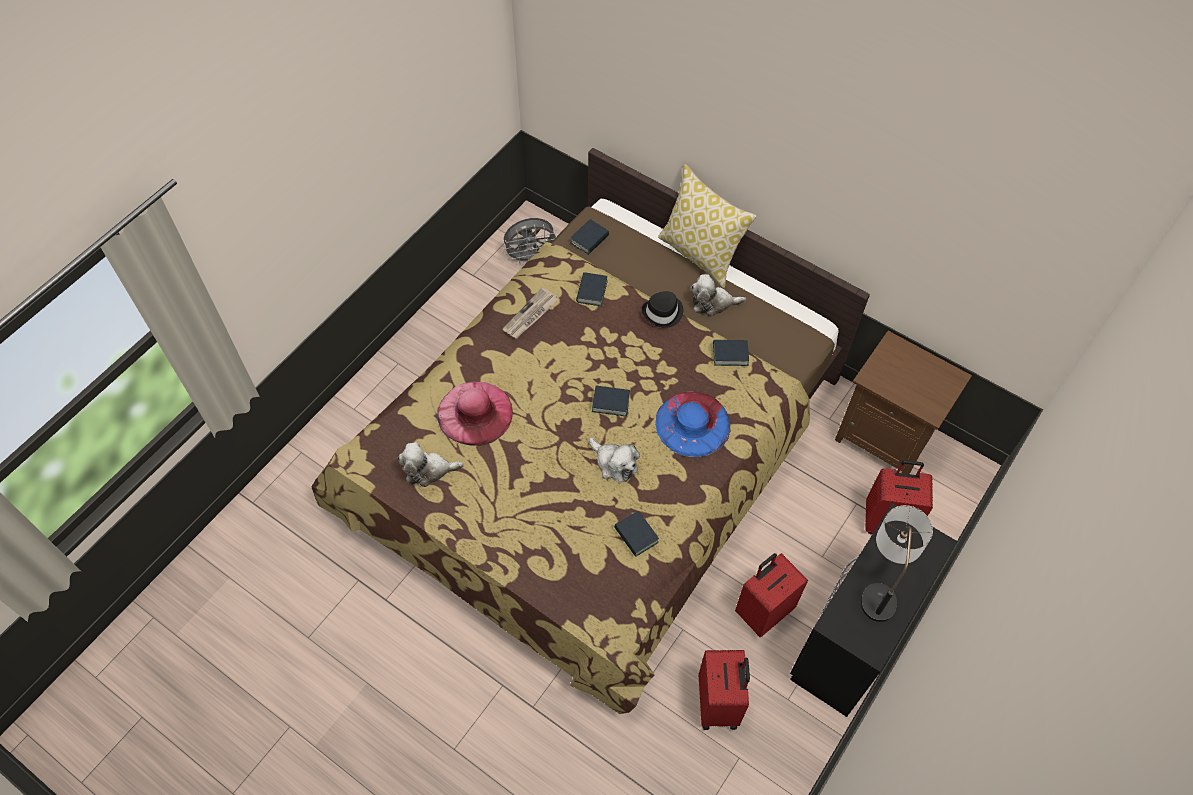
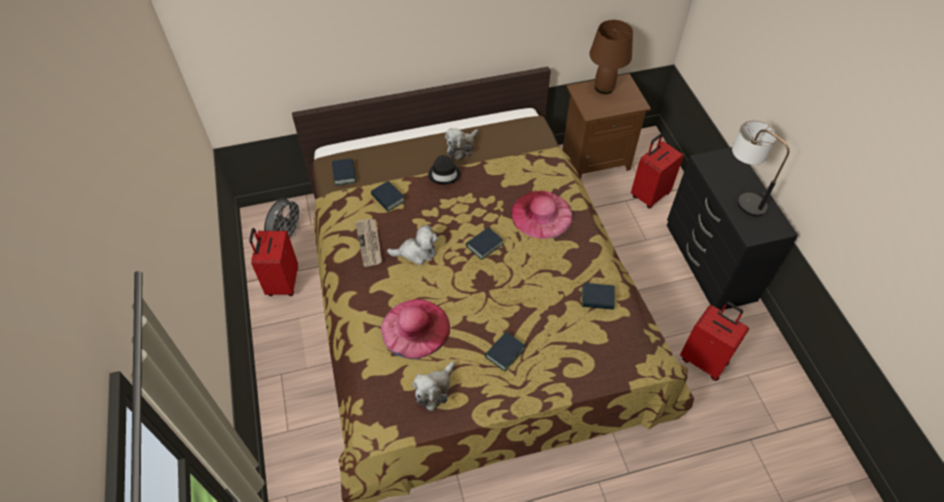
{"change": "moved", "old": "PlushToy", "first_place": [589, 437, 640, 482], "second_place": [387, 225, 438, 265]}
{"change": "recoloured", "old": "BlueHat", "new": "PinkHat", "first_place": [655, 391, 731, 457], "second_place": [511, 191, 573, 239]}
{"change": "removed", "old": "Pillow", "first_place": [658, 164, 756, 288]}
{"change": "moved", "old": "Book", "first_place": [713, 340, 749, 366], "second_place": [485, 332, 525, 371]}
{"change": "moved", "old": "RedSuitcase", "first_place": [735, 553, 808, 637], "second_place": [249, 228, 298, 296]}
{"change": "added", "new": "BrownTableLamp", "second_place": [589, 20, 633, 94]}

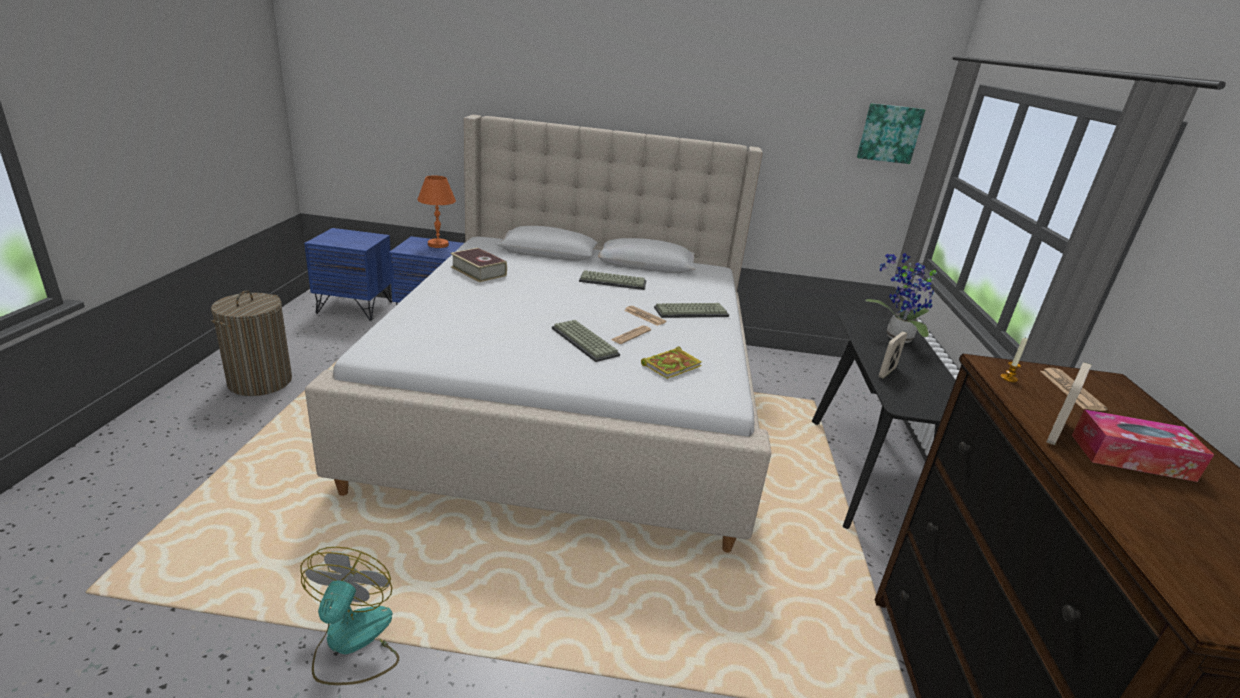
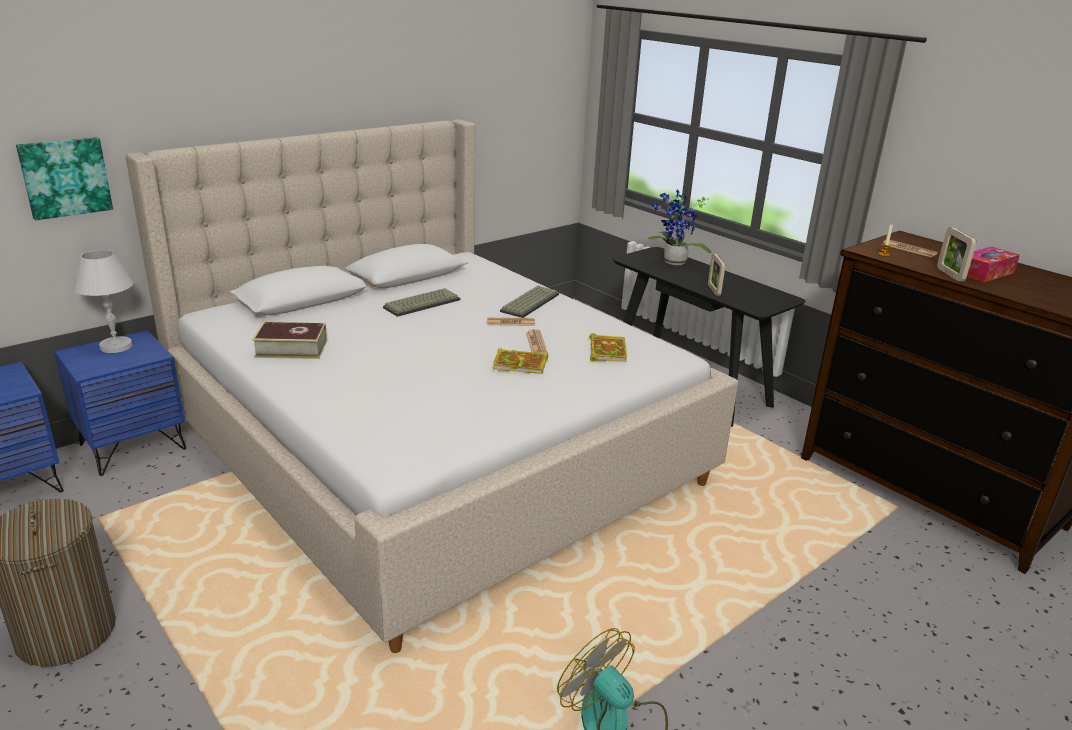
{"change": "recoloured", "old": "OrangeTableLamp", "new": "WhiteTableLamp", "first_place": [417, 175, 456, 248], "second_place": [73, 250, 134, 353]}
{"change": "replaced", "old": "Keyboard", "new": "Book", "first_place": [552, 320, 620, 362], "second_place": [493, 348, 548, 374]}
{"change": "moved", "old": "Picture", "first_place": [857, 103, 925, 164], "second_place": [16, 137, 113, 220]}

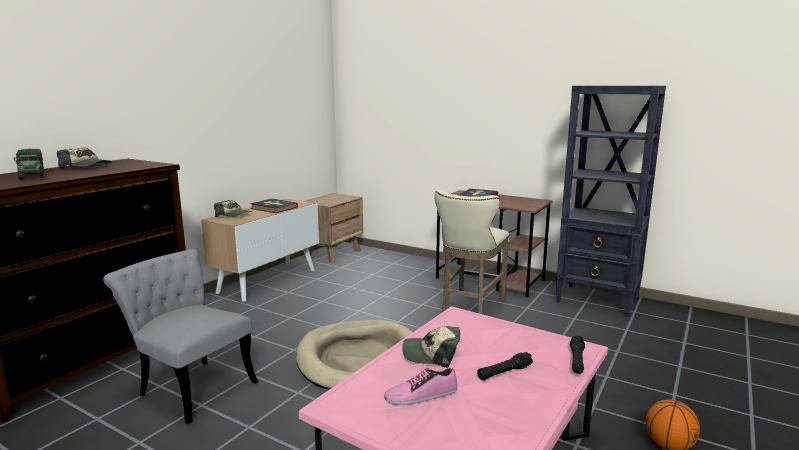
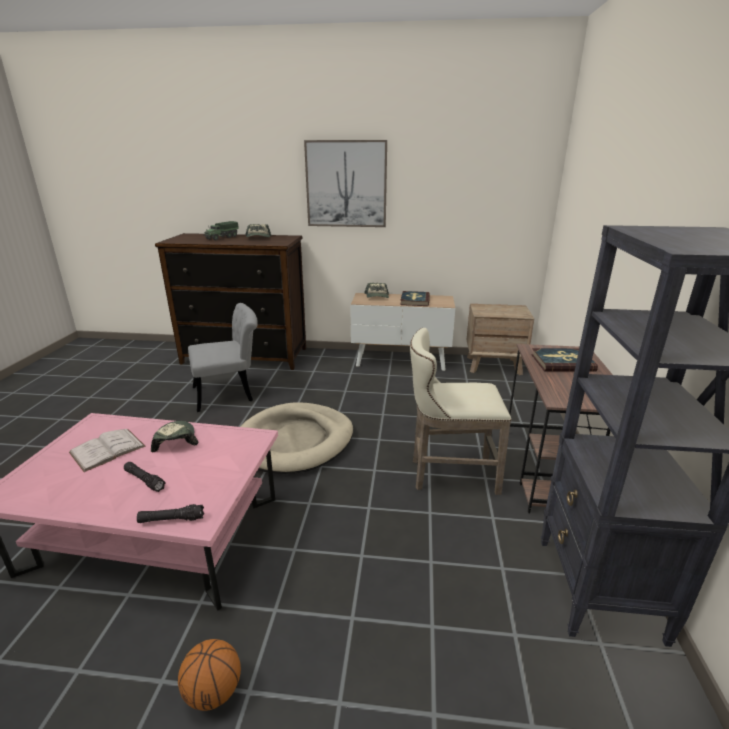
{"change": "turned", "old": "GreyChair", "first_place": [103, 249, 258, 424], "second_place": [188, 303, 258, 412], "degrees": 60}
{"change": "replaced", "old": "Shoe", "new": "WhiteBook", "first_place": [384, 368, 457, 405], "second_place": [69, 429, 146, 472]}
{"change": "added", "new": "Picture", "second_place": [304, 140, 387, 227]}

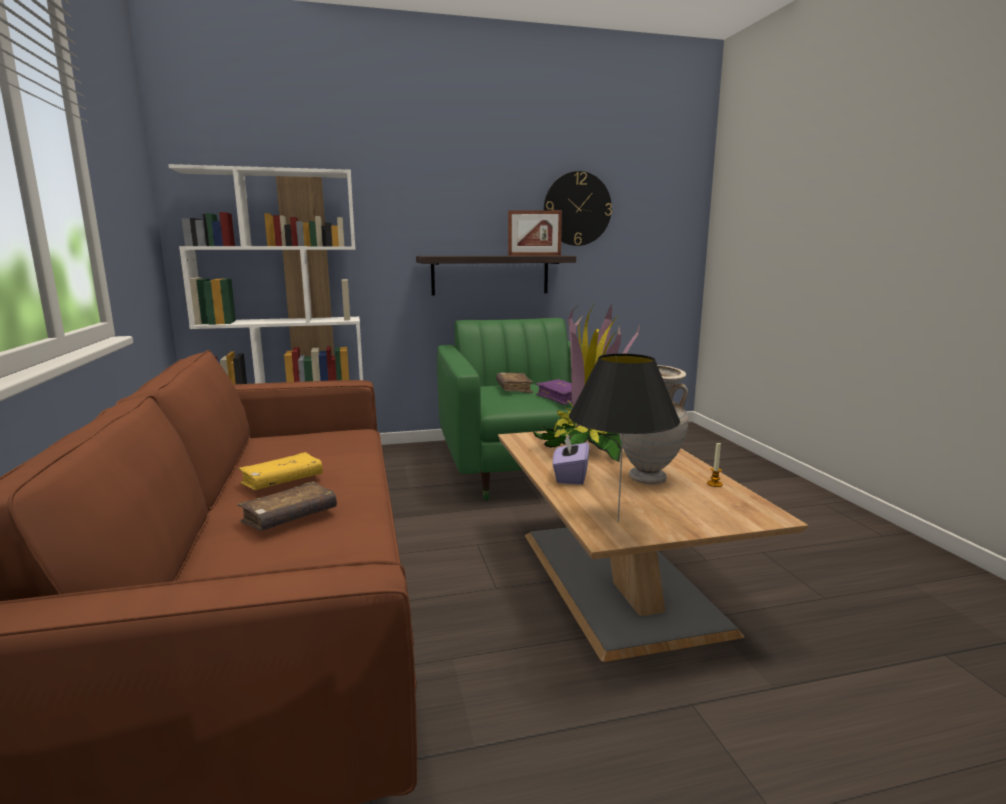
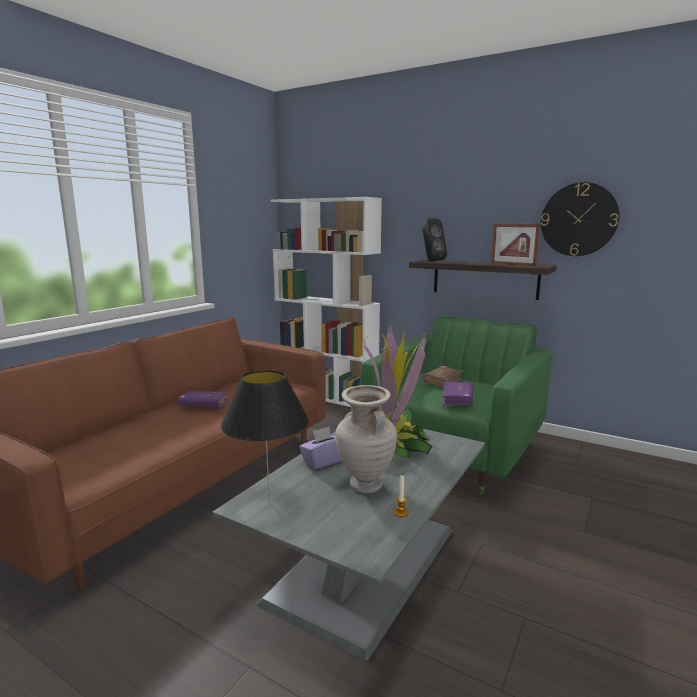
{"change": "removed", "old": "BrownBook", "first_place": [237, 481, 337, 531]}
{"change": "recoloured", "old": "YellowBook", "new": "PurpleBook", "first_place": [238, 452, 323, 490], "second_place": [178, 391, 229, 407]}
{"change": "recoloured", "old": "BrownCoffeeTable", "new": "GreyCoffeeTable", "first_place": [498, 431, 808, 662], "second_place": [212, 428, 485, 661]}
{"change": "added", "new": "BlackSpeaker", "second_place": [422, 218, 447, 262]}

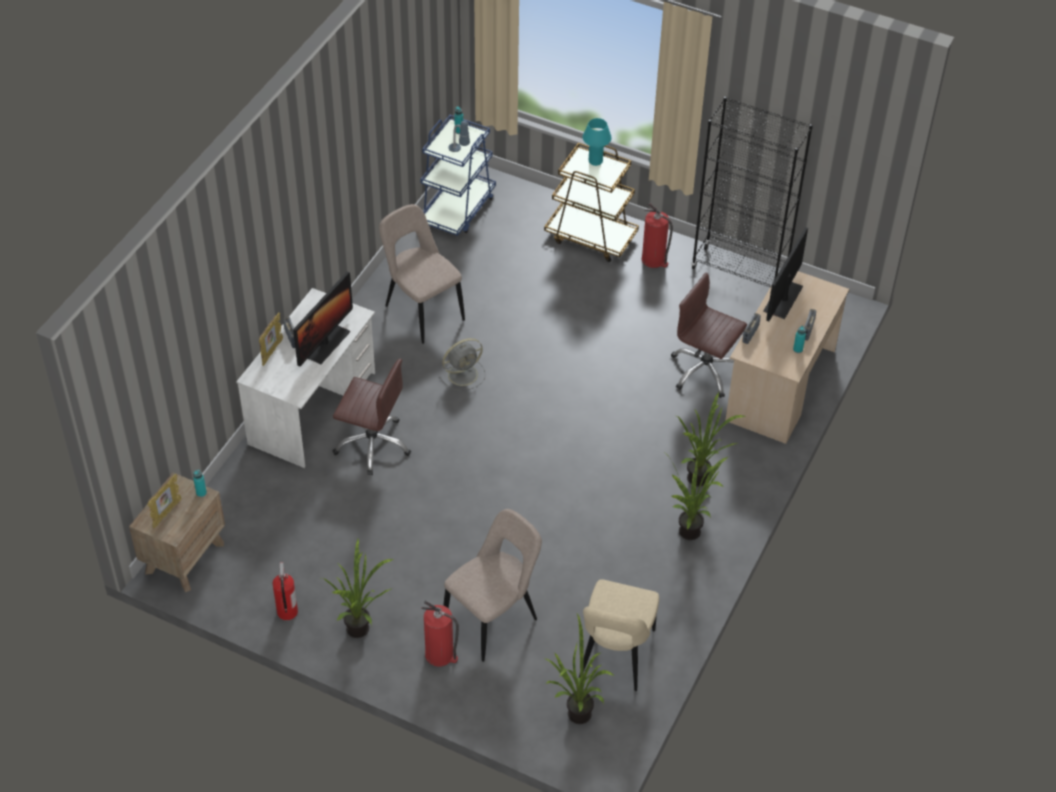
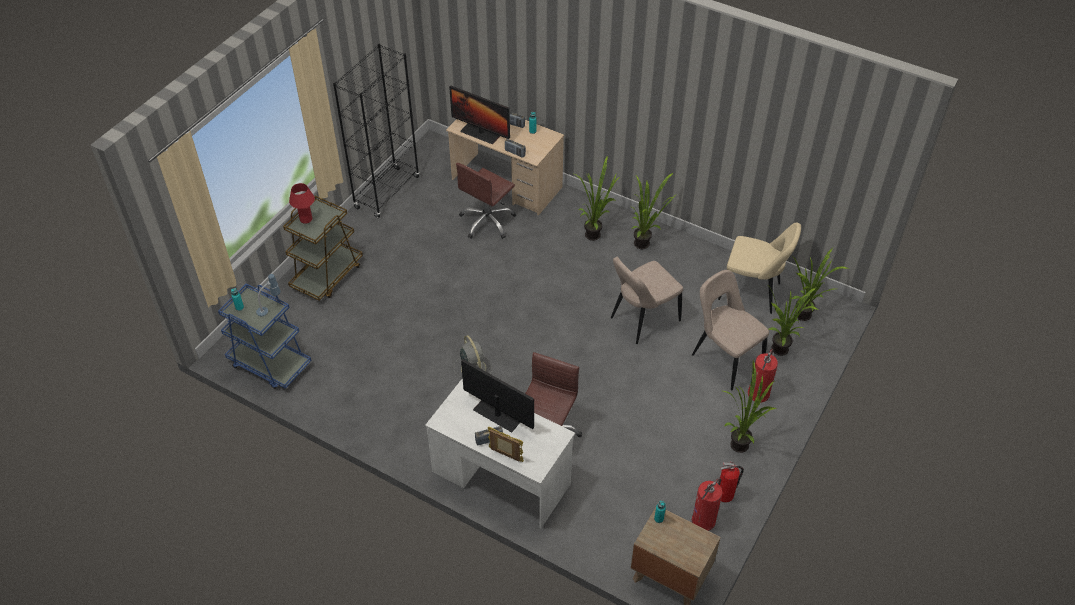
{"change": "removed", "old": "PictureFrame", "first_place": [148, 474, 182, 528]}
{"change": "moved", "old": "BeigeChair", "first_place": [379, 204, 465, 344], "second_place": [611, 257, 683, 344]}
{"change": "recoloured", "old": "TurquoiseTableLamp", "new": "RedTableLamp", "first_place": [583, 118, 612, 166], "second_place": [289, 183, 315, 224]}
{"change": "moved", "old": "FireExtinguisher", "first_place": [642, 203, 673, 268], "second_place": [692, 478, 723, 531]}
{"change": "added", "new": "PottedPlant", "second_place": [766, 284, 818, 356]}

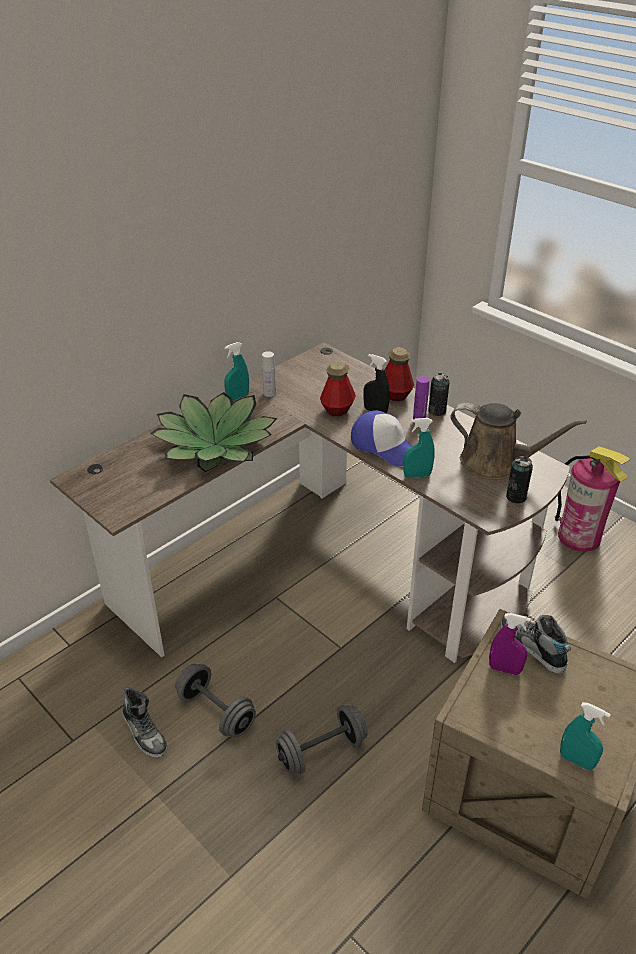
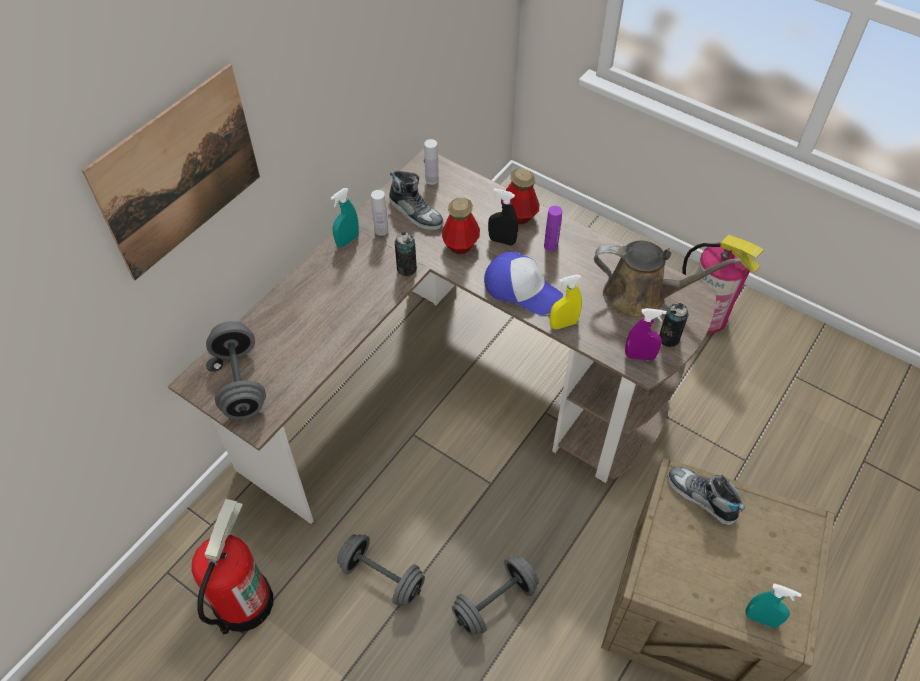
{"change": "moved", "old": "Shoe", "first_place": [123, 687, 167, 758], "second_place": [389, 171, 444, 230]}
{"change": "removed", "old": "PottedPlant", "first_place": [150, 392, 278, 472]}
{"change": "recoloured", "old": "TurquoiseSprayBottle", "new": "YellowSprayBottle", "first_place": [404, 418, 435, 478], "second_place": [550, 275, 582, 329]}
{"change": "moved", "old": "Can", "first_place": [428, 373, 450, 416], "second_place": [395, 232, 417, 276]}
{"change": "moved", "old": "PurpleSprayBottle", "first_place": [489, 613, 531, 675], "second_place": [625, 308, 667, 361]}
{"change": "added", "new": "Picture", "second_place": [82, 64, 260, 280]}
{"change": "added", "new": "FireExtinguisher", "second_place": [191, 499, 273, 634]}
{"change": "added", "new": "GreyDumbbell", "second_place": [206, 321, 266, 419]}
{"change": "added", "new": "WhiteBottle", "second_place": [424, 139, 439, 185]}

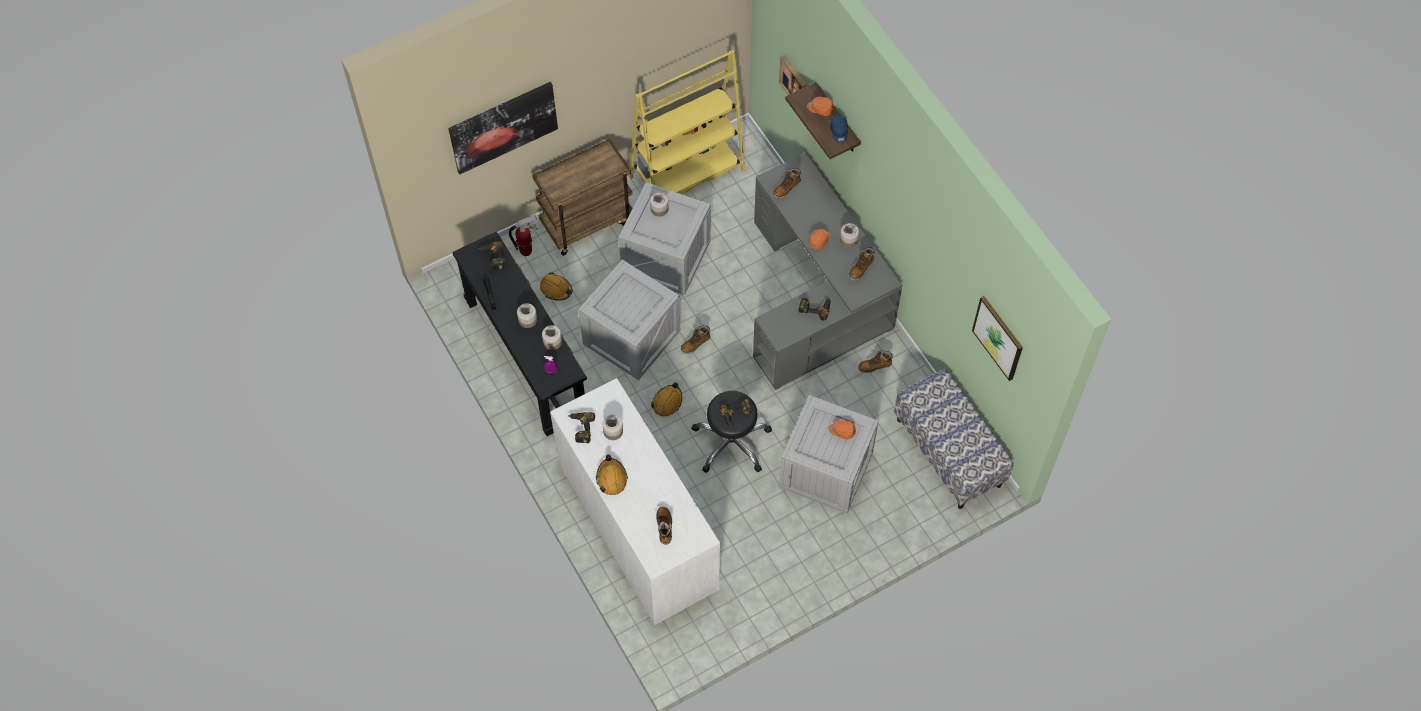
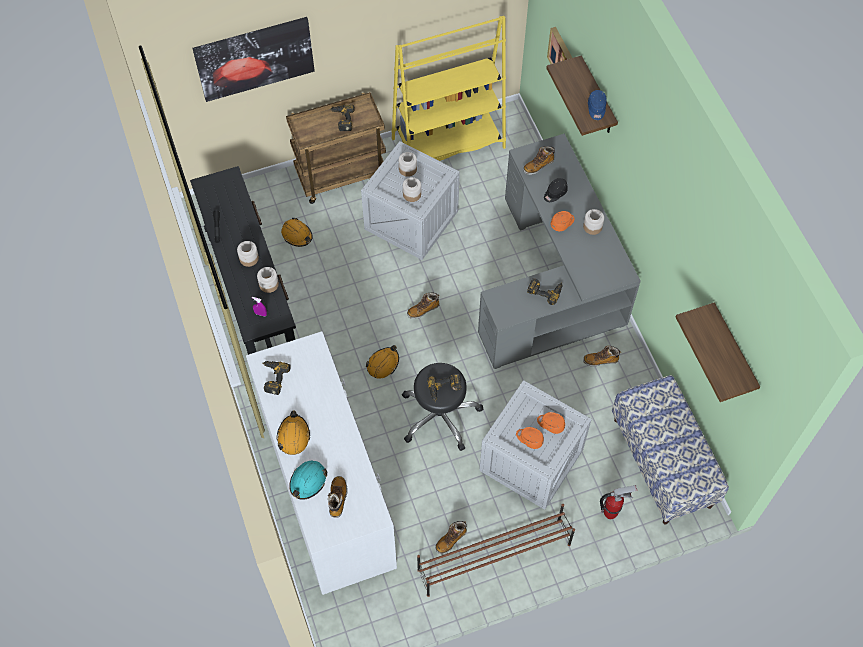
{"change": "moved", "old": "PowerDrill", "first_place": [479, 241, 505, 270], "second_place": [329, 105, 355, 131]}
{"change": "moved", "old": "FireExtinguisher", "first_place": [509, 215, 537, 256], "second_place": [600, 485, 637, 519]}
{"change": "removed", "old": "Crate", "first_place": [578, 259, 680, 380]}
{"change": "moved", "old": "Jar", "first_place": [603, 415, 623, 440], "second_place": [403, 177, 421, 202]}
{"change": "moved", "old": "OrangeCap", "first_place": [807, 97, 834, 116], "second_place": [516, 427, 544, 449]}
{"change": "moved", "old": "Boot", "first_place": [849, 247, 875, 281], "second_place": [435, 521, 467, 554]}
{"change": "replaced", "old": "Picture", "new": "Shelf", "first_place": [972, 296, 1023, 381], "second_place": [675, 302, 760, 402]}
{"change": "added", "new": "TurquoiseHardHat", "second_place": [289, 461, 327, 500]}
{"change": "added", "new": "BrownShoeRack", "second_place": [417, 504, 575, 597]}
{"change": "added", "new": "BlackCap", "second_place": [544, 178, 568, 202]}

